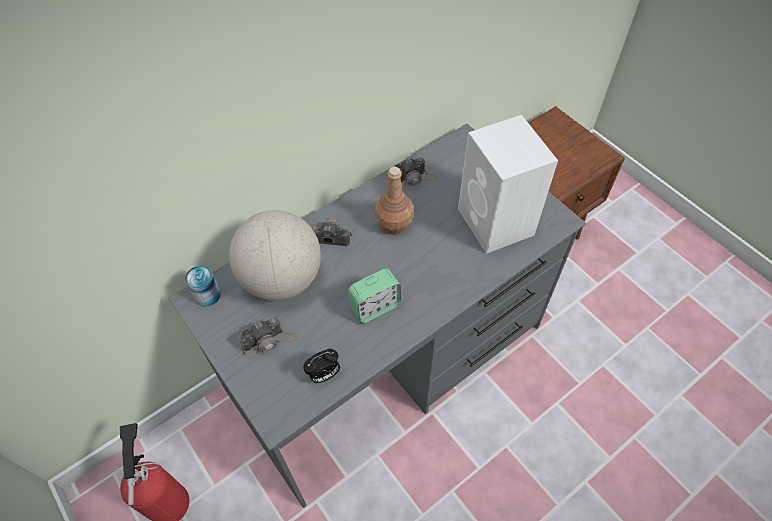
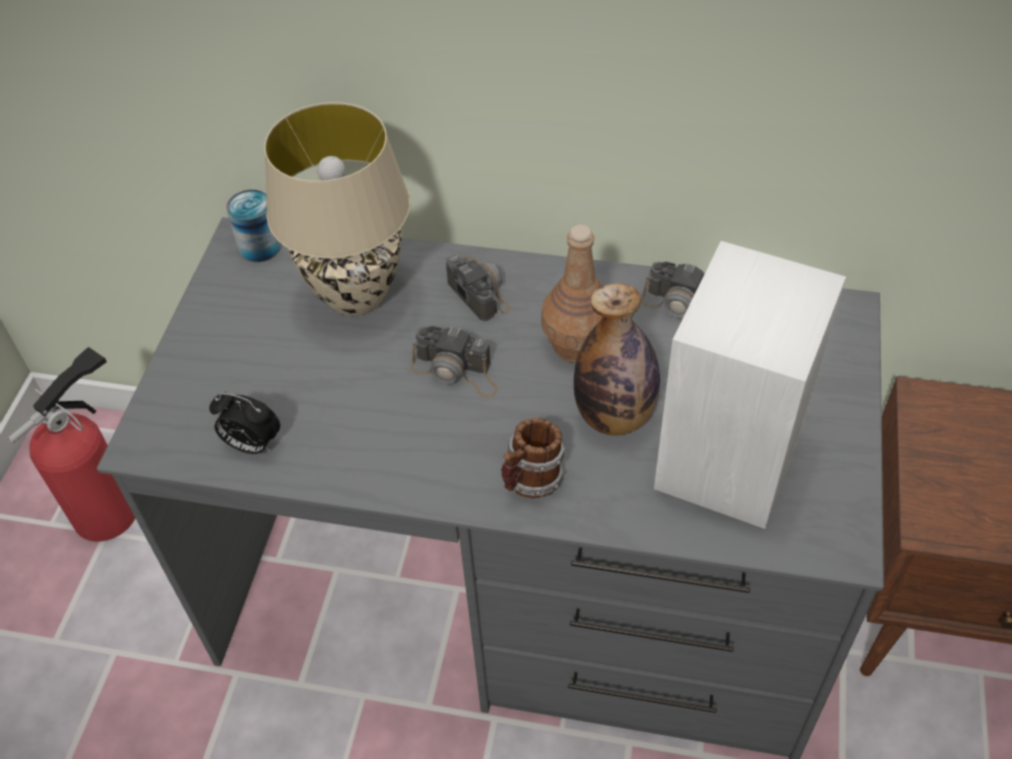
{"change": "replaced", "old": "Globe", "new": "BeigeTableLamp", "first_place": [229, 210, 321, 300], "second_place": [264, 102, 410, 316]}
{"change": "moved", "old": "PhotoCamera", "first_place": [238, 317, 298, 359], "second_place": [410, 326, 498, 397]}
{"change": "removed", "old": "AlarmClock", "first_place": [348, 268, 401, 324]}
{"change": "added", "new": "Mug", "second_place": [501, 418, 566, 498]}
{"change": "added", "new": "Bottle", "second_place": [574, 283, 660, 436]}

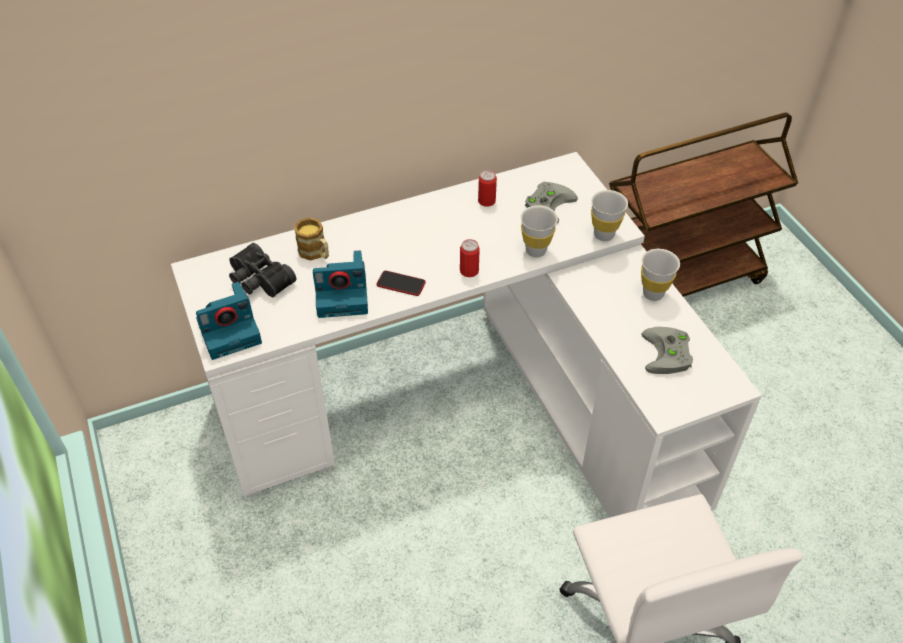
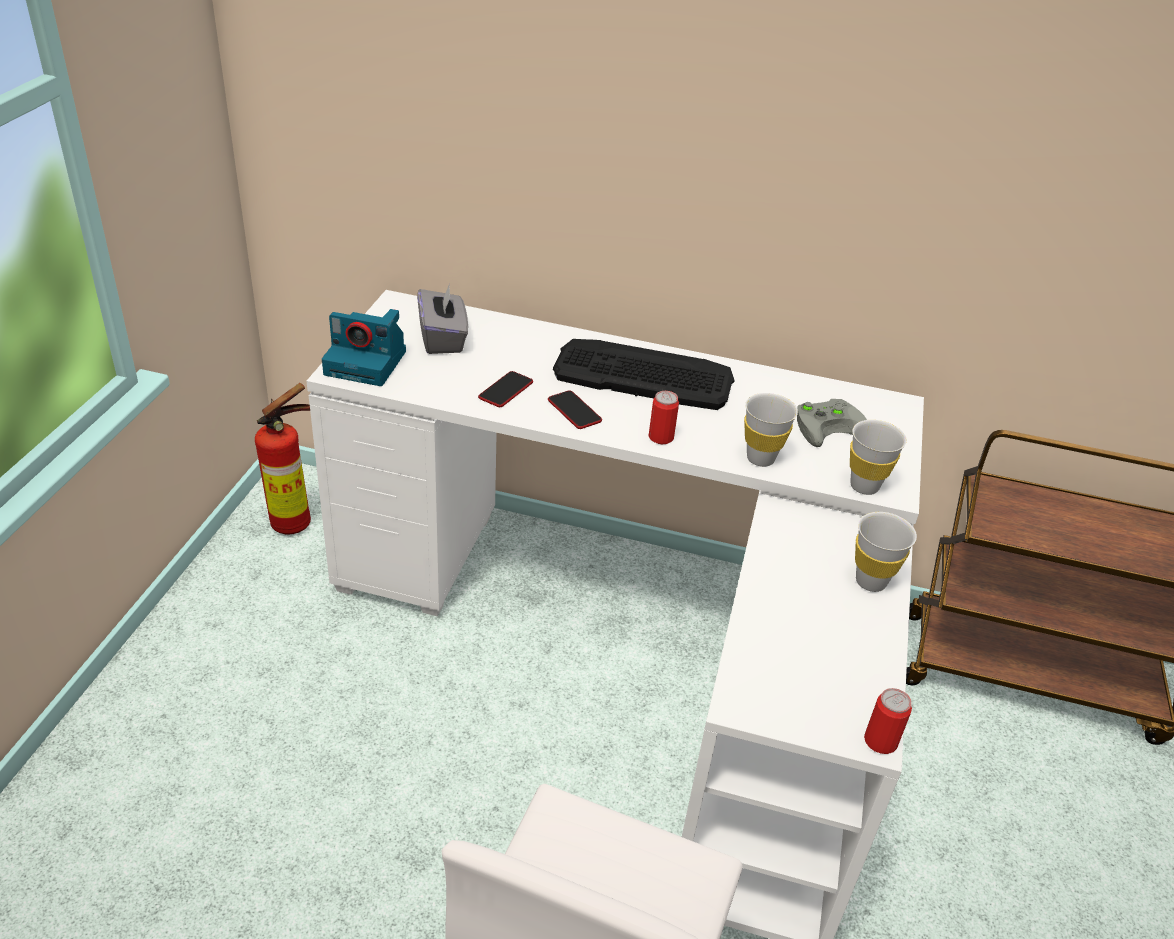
{"change": "replaced", "old": "BlackBinoculars", "new": "GreyTissueBox", "first_place": [229, 243, 296, 297], "second_place": [417, 283, 468, 354]}
{"change": "removed", "old": "Mug", "first_place": [294, 217, 329, 261]}
{"change": "replaced", "old": "PhotoCamera", "new": "Phone", "first_place": [313, 250, 368, 318], "second_place": [478, 371, 533, 407]}
{"change": "moved", "old": "Can", "first_place": [478, 170, 497, 207], "second_place": [864, 688, 912, 754]}
{"change": "removed", "old": "GreyGameController", "first_place": [642, 327, 693, 374]}
{"change": "added", "new": "FireExtinguisher", "second_place": [255, 383, 311, 534]}
{"change": "added", "new": "Keyboard", "second_place": [553, 339, 734, 410]}

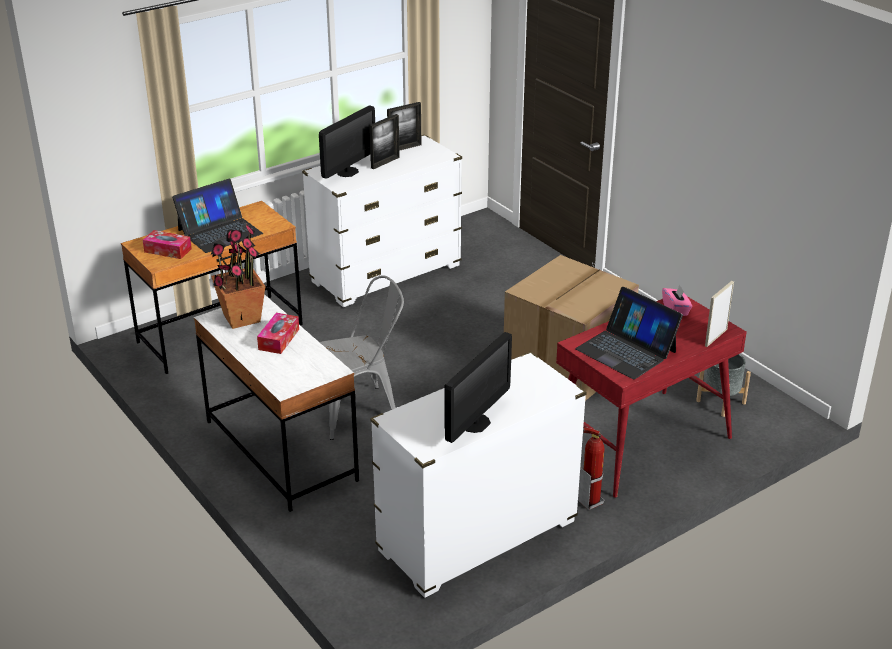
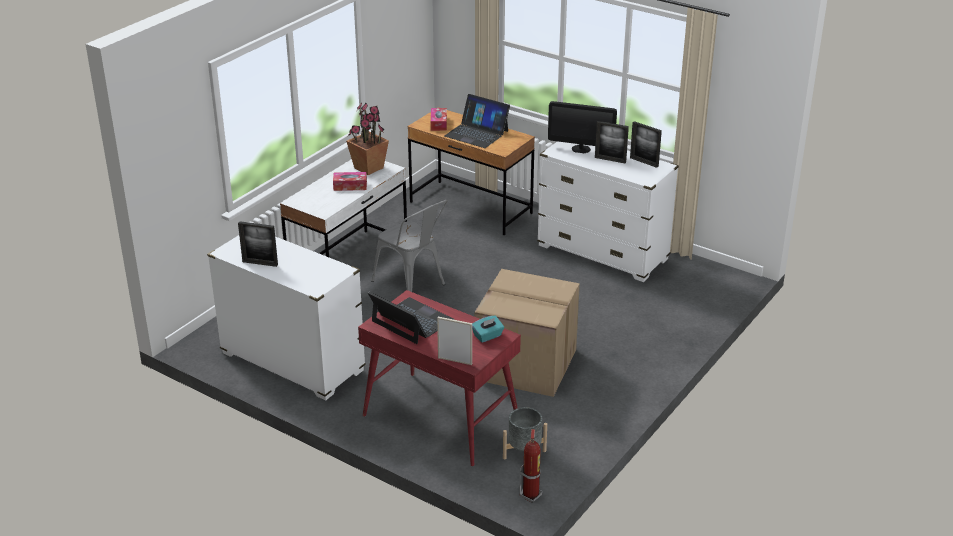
{"change": "replaced", "old": "Monitor", "new": "PictureFrame", "first_place": [445, 332, 512, 443], "second_place": [238, 221, 278, 267]}
{"change": "turned", "old": "Laptop", "first_place": [575, 287, 683, 379], "second_place": [368, 292, 454, 344], "degrees": 105}
{"change": "moved", "old": "FireExtinguisher", "first_place": [578, 427, 604, 510], "second_place": [519, 429, 543, 503]}
{"change": "recoloured", "old": "PinkTissueBox", "new": "TurquoiseTissueBox", "first_place": [662, 285, 692, 316], "second_place": [472, 316, 504, 343]}

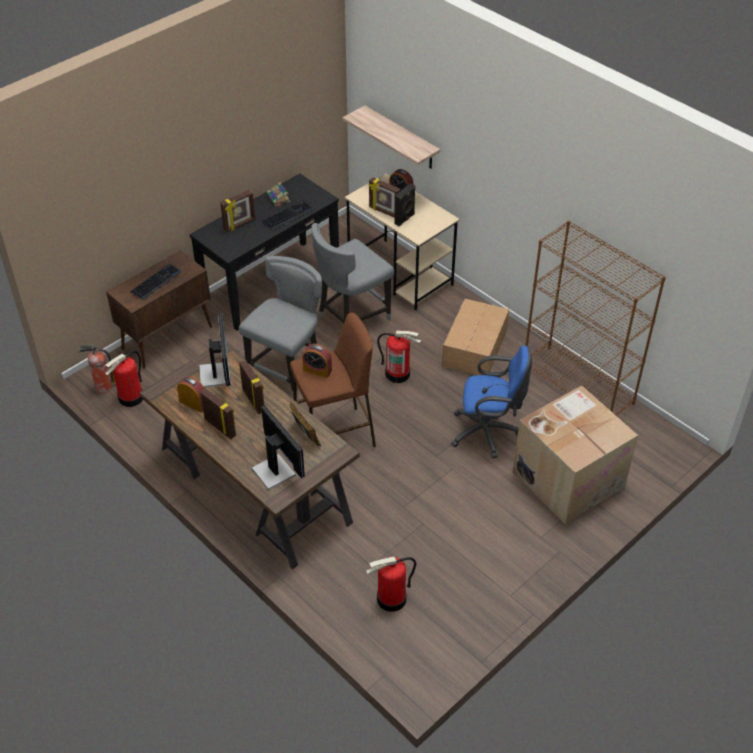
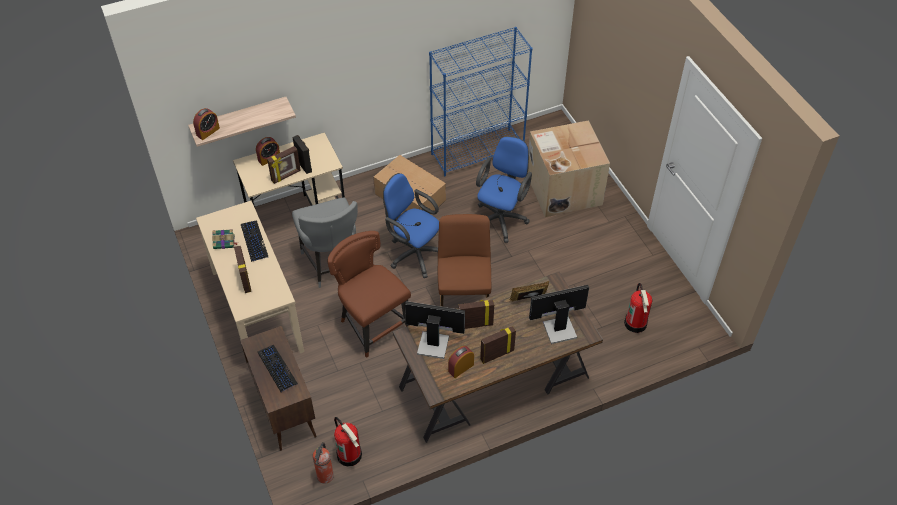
{"change": "recoloured", "old": "BlackConsoleTable", "new": "BeigeConsoleTable", "first_place": [190, 174, 339, 331], "second_place": [196, 201, 304, 354]}
{"change": "recoloured", "old": "GreyChair", "new": "BrownChair", "first_place": [239, 256, 322, 397], "second_place": [328, 231, 411, 358]}
{"change": "moved", "old": "AlarmClock", "first_place": [302, 344, 332, 378], "second_place": [193, 108, 220, 140]}
{"change": "replaced", "old": "FireExtinguisher", "new": "BlueOfficeChair", "first_place": [377, 330, 421, 383], "second_place": [383, 173, 439, 278]}
{"change": "recoloured", "old": "BrownBookcase", "new": "BlueBookcase", "first_place": [525, 220, 666, 416], "second_place": [429, 27, 532, 176]}

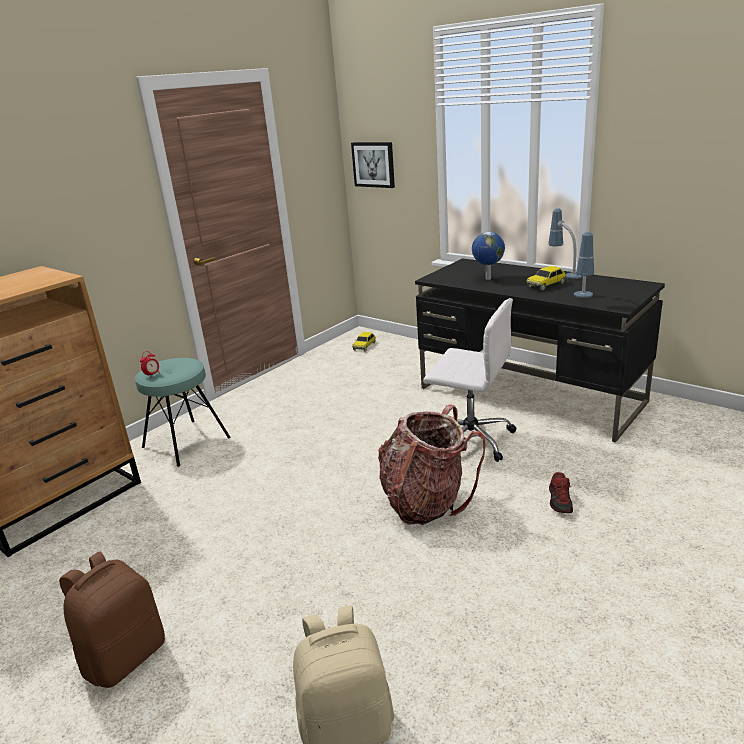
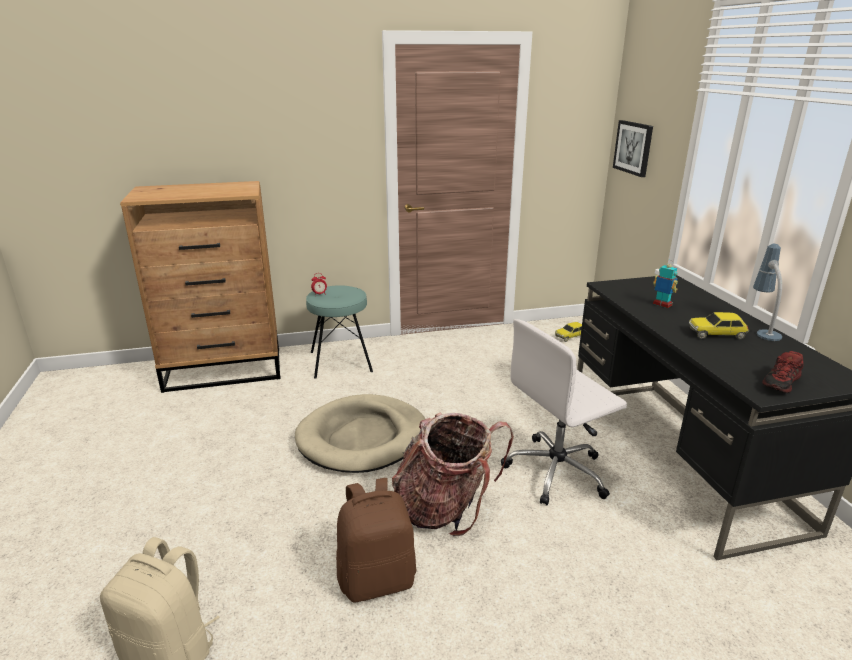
{"change": "moved", "old": "BrownBackpack", "first_place": [59, 551, 165, 688], "second_place": [336, 478, 416, 603]}
{"change": "turned", "old": "WhiteOfficeChair", "first_place": [423, 298, 516, 462], "second_place": [501, 319, 627, 506], "degrees": 90}
{"change": "replaced", "old": "Globe", "new": "ToyRobot", "first_place": [472, 232, 505, 280], "second_place": [653, 262, 678, 308]}
{"change": "moved", "old": "Shoe", "first_place": [549, 472, 573, 513], "second_place": [762, 351, 804, 393]}
{"change": "removed", "old": "TableLamp", "first_place": [574, 232, 594, 298]}
{"change": "added", "new": "BeigeDogBed", "second_place": [295, 394, 425, 473]}

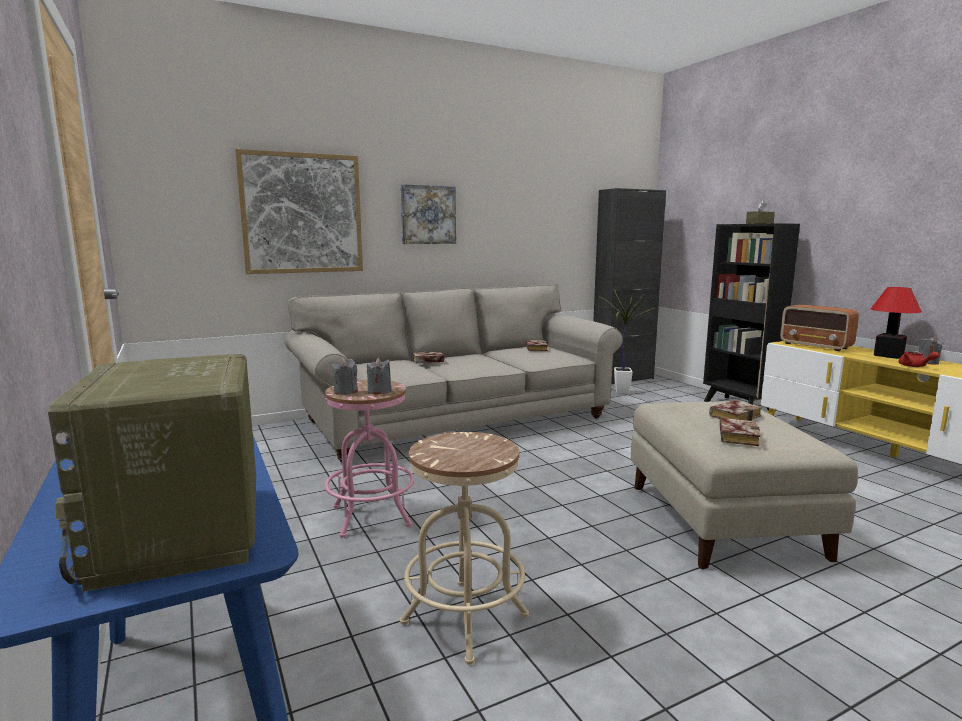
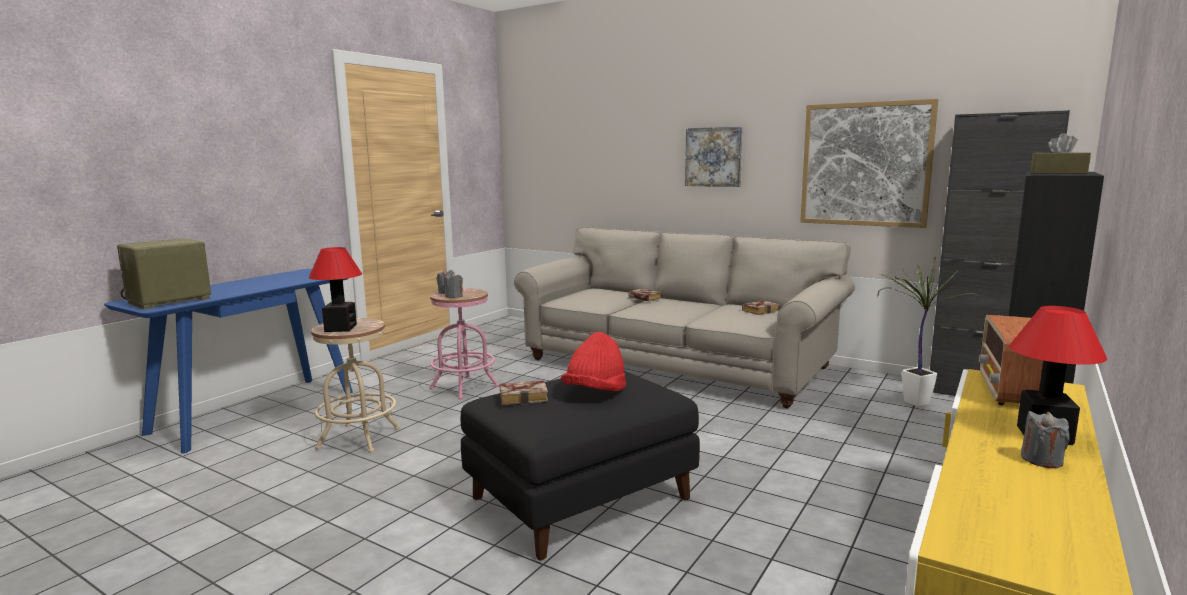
{"change": "moved", "old": "Picture", "first_place": [235, 149, 363, 274], "second_place": [800, 99, 938, 228]}
{"change": "recoloured", "old": "BeigeOttoman", "new": "BlackOttoman", "first_place": [631, 401, 858, 569], "second_place": [461, 371, 700, 561]}
{"change": "replaced", "old": "Book", "new": "RedHat", "first_place": [709, 400, 762, 421], "second_place": [561, 332, 626, 392]}
{"change": "removed", "old": "RedTeapot", "first_place": [898, 351, 939, 367]}
{"change": "added", "new": "TableLamp", "second_place": [309, 247, 362, 332]}

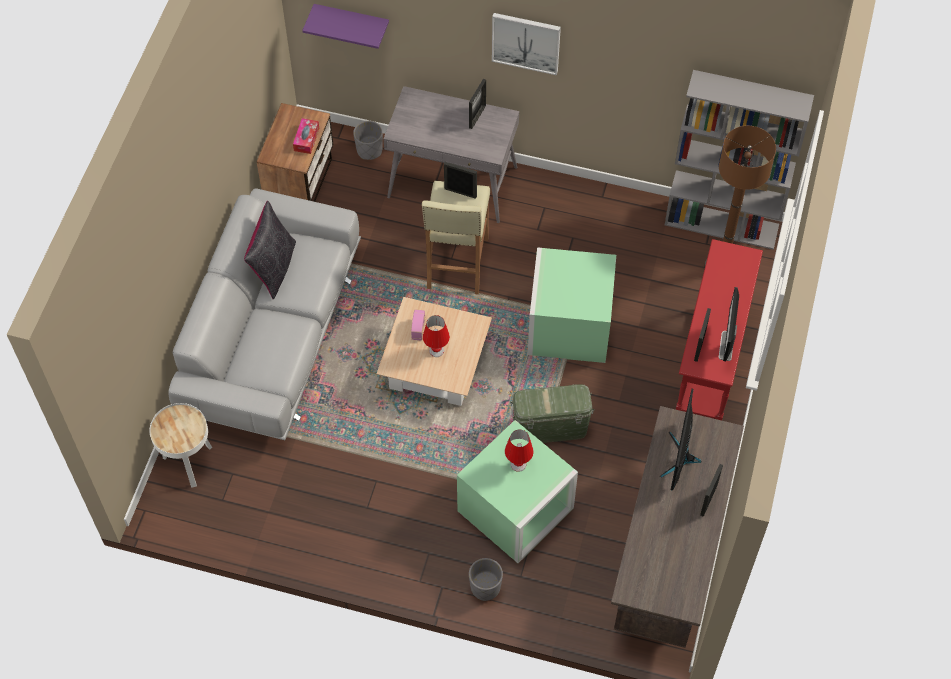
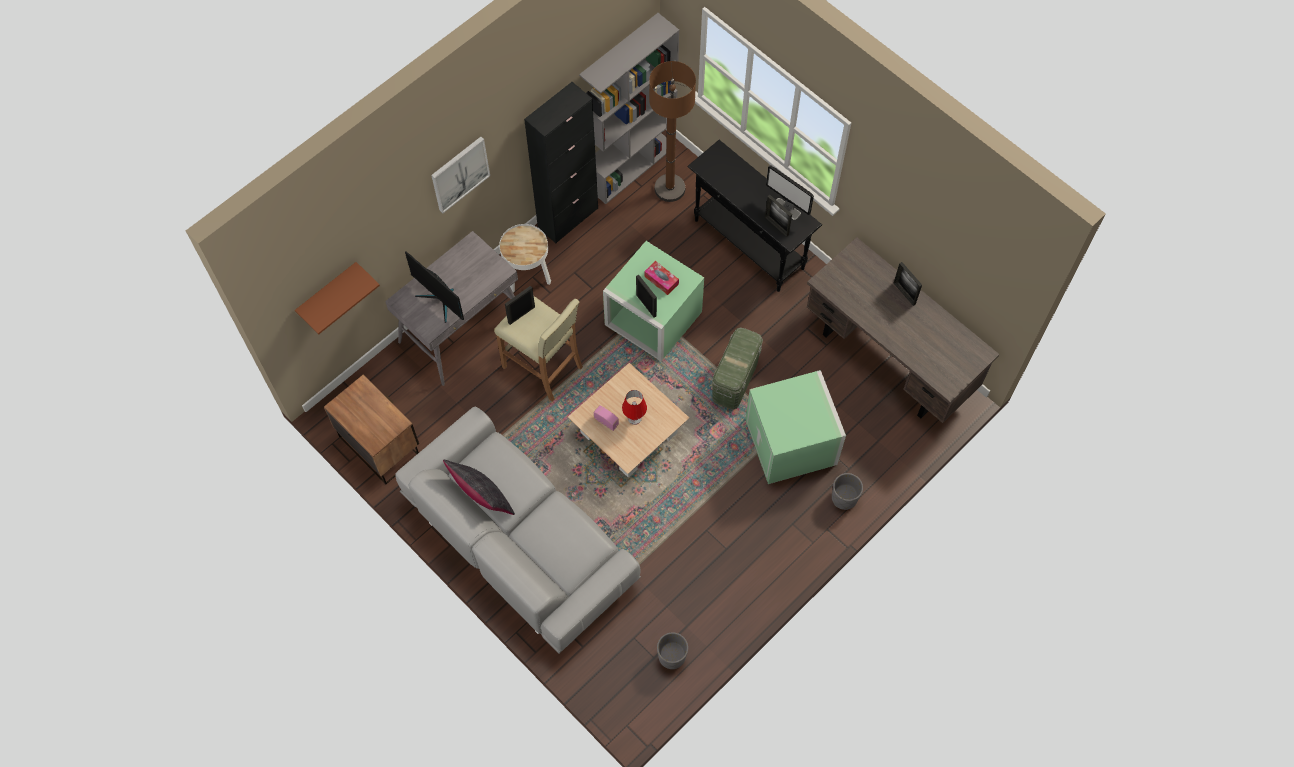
{"change": "moved", "old": "WhiteSideTable", "first_place": [150, 403, 212, 488], "second_place": [499, 224, 551, 293]}
{"change": "moved", "old": "TissueBox", "first_place": [293, 118, 319, 154], "second_place": [644, 261, 679, 295]}
{"change": "recoloured", "old": "PurpleShelf", "new": "BrownShelf", "first_place": [302, 4, 389, 49], "second_place": [295, 262, 380, 335]}
{"change": "moved", "old": "GreyPlanter", "first_place": [353, 121, 383, 160], "second_place": [657, 632, 688, 669]}
{"change": "moved", "old": "PictureFrame", "first_place": [469, 79, 486, 129], "second_place": [636, 274, 657, 318]}
{"change": "removed", "old": "RedTableLamp", "first_place": [505, 430, 534, 472]}
{"change": "moved", "old": "Monitor", "first_place": [659, 388, 702, 490], "second_place": [405, 251, 464, 323]}
{"change": "recoloured", "old": "RedConsoleTable", "new": "BlackConsoleTable", "first_place": [676, 239, 763, 421], "second_place": [687, 140, 822, 292]}
{"change": "added", "new": "BlackCabinet", "second_place": [524, 82, 598, 243]}

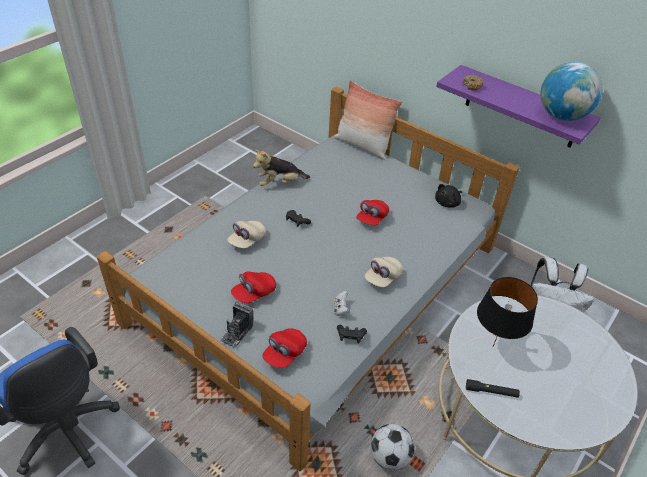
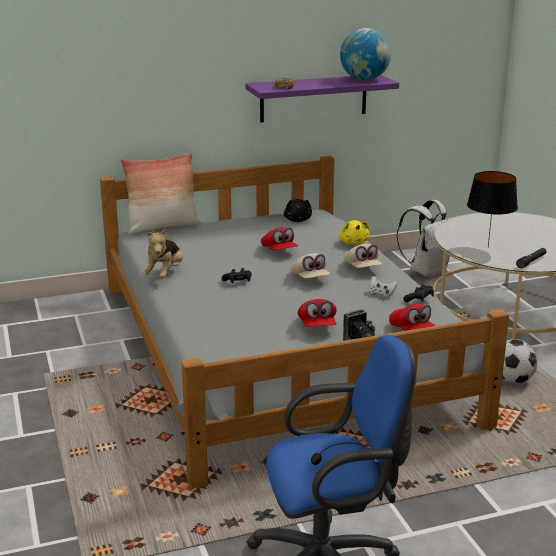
{"change": "moved", "old": "BeigeCap", "first_place": [227, 221, 266, 248], "second_place": [291, 253, 330, 278]}
{"change": "added", "new": "YellowPlushToy", "second_place": [339, 220, 370, 245]}

